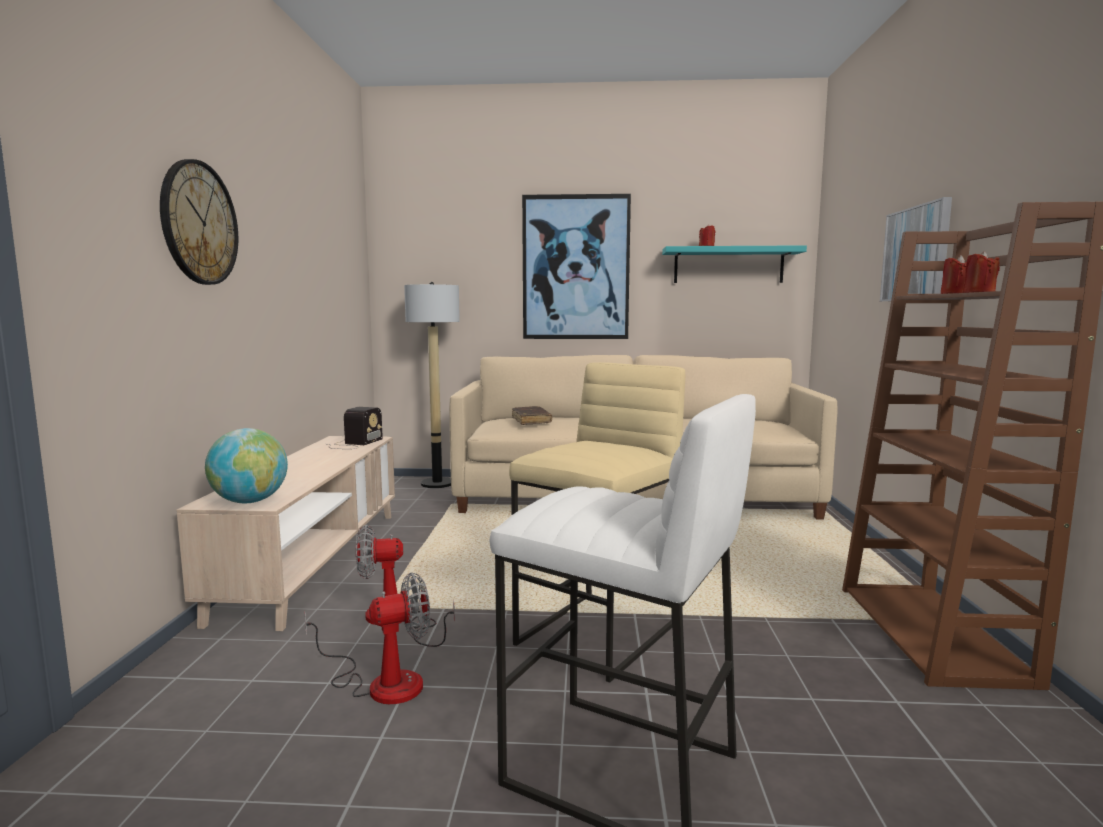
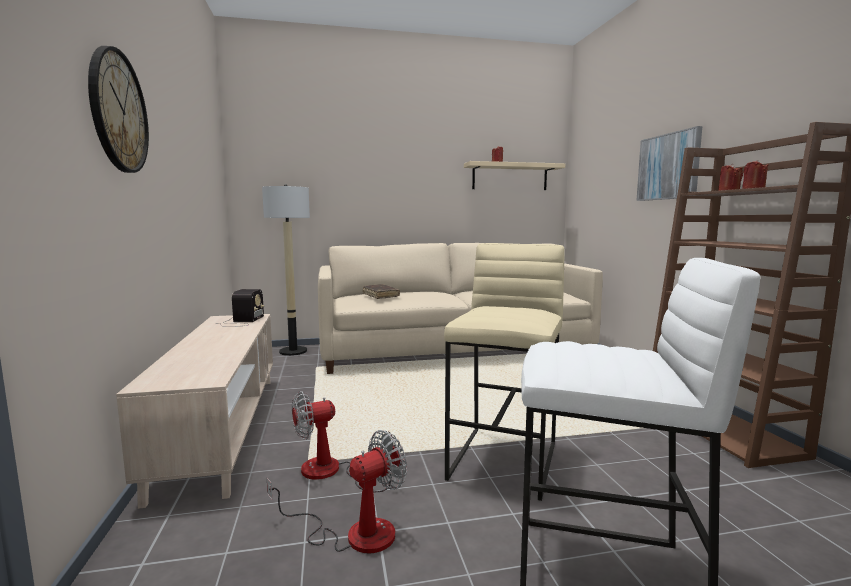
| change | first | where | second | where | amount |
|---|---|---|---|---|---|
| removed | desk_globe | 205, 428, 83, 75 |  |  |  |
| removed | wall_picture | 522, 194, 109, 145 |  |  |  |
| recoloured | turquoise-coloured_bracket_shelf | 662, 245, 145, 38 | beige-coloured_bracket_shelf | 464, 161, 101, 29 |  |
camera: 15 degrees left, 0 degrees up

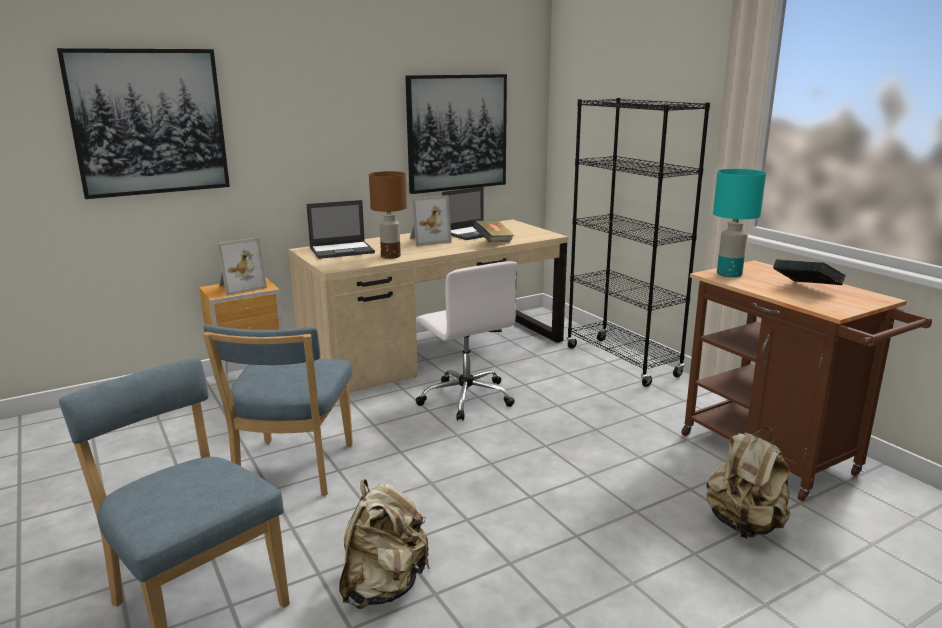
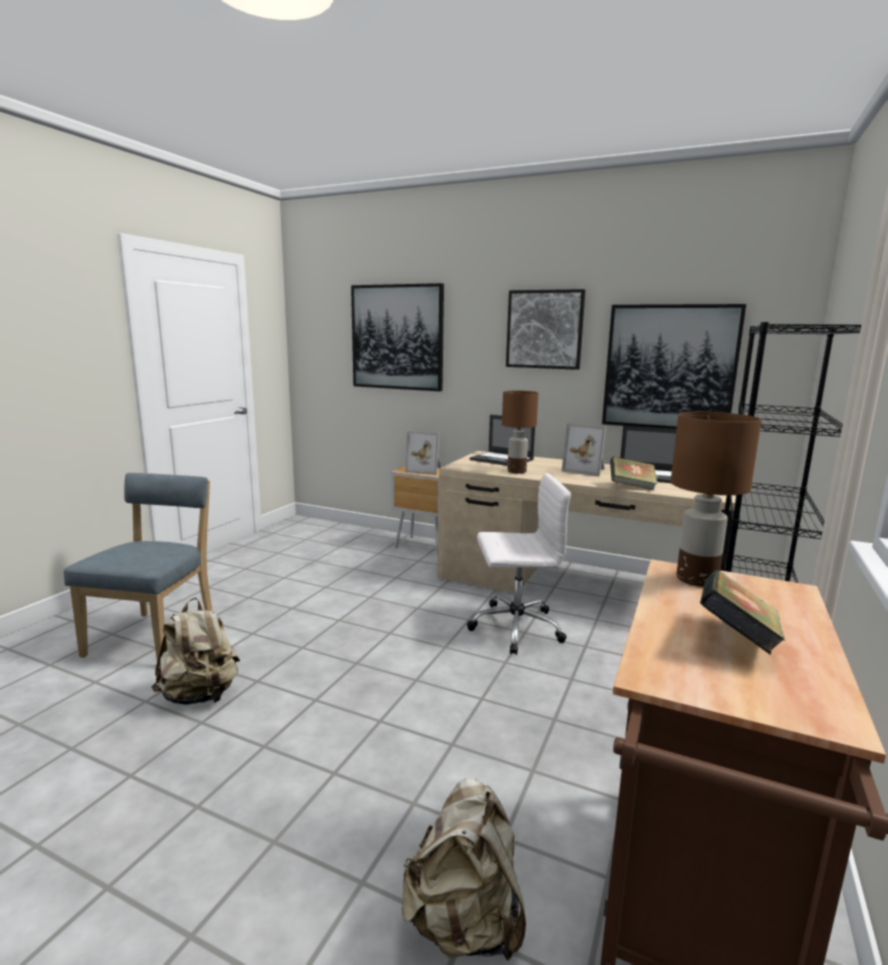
| change | first | where | second | where | amount |
|---|---|---|---|---|---|
| removed | bluish_plain_chair | 203, 325, 150, 171 |  |  |  |
| turned | white_computer_chair | 416, 261, 101, 159 |  | 467, 473, 104, 182 | 120 degrees counterclockwise |
| recoloured | turquoise-coloured_lamp_for_a_table | 713, 169, 53, 108 | brown_lamp_for_a_table | 671, 412, 90, 175 |  |
| added |  |  | wall_picture | 506, 289, 80, 81 |  |
camera: 55 degrees right, 5 degrees down

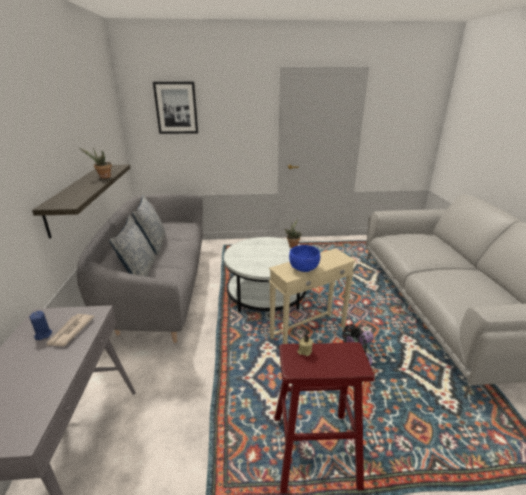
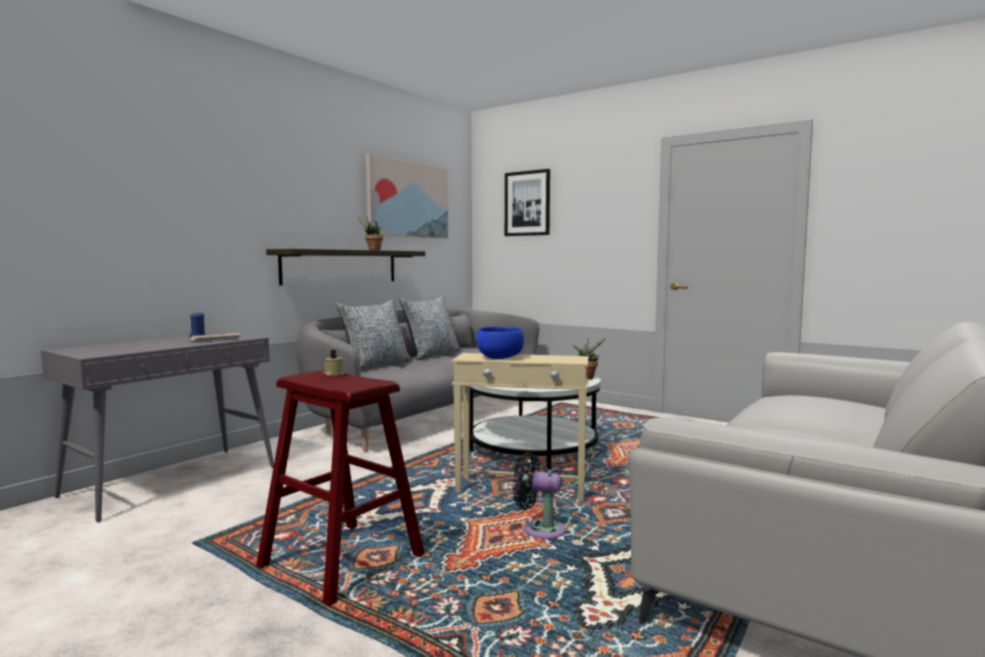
| change | first | where | second | where | amount |
|---|---|---|---|---|---|
| added |  |  | wall_picture | 366, 154, 82, 84 |  |
camera: 40 degrees right, 20 degrees down

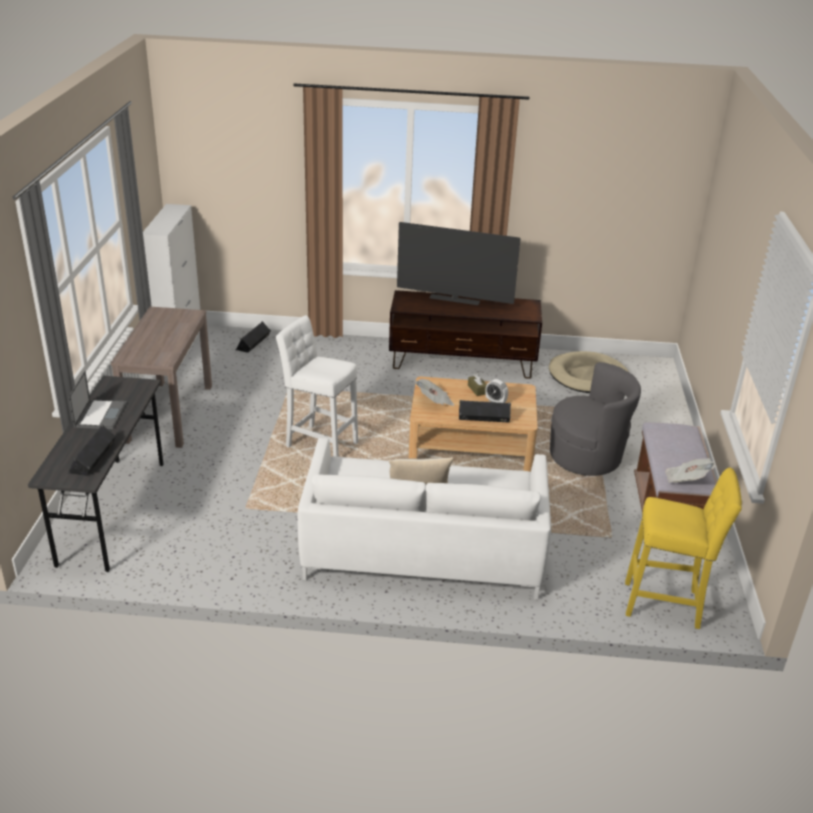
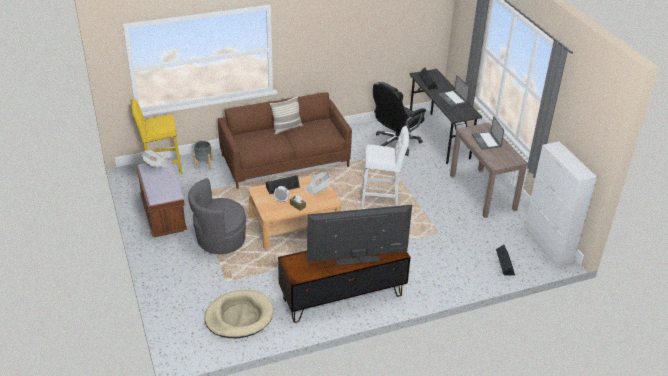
| change | first | where | second | where | amount |
|---|---|---|---|---|---|
| recoloured | white_couch | 297, 438, 254, 162 | brown_couch | 218, 92, 134, 97 |  |
| added |  |  | gray_plant_pot | 193, 141, 20, 28 |  |
| added |  |  | black-coloured_computer_chair | 373, 82, 53, 74 |  |
| added |  |  | notebook_computer | 472, 116, 32, 34 |  |
camera: 155 degrees right, 5 degrees up

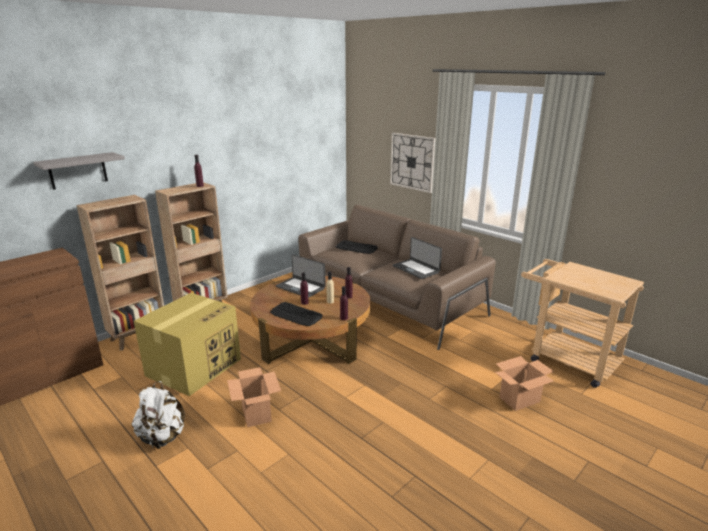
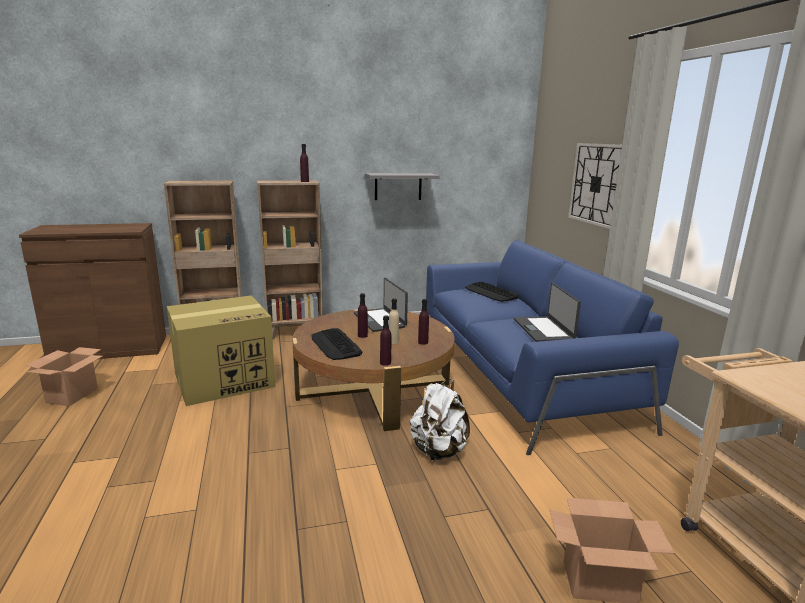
| change | first | where | second | where | amount |
|---|---|---|---|---|---|
| moved | gray_bracket_shelf | 33, 152, 92, 38 |  | 365, 173, 75, 27 |  |
| moved | white_backpack | 132, 381, 53, 68 |  | 410, 379, 60, 82 |  |
| moved | packing_box | 227, 367, 54, 60 |  | 26, 347, 77, 59 |  |
| recoloured | brown_couch | 298, 205, 198, 145 | bluish_couch | 426, 240, 253, 215 |  |
camera: 30 degrees right, 5 degrees down

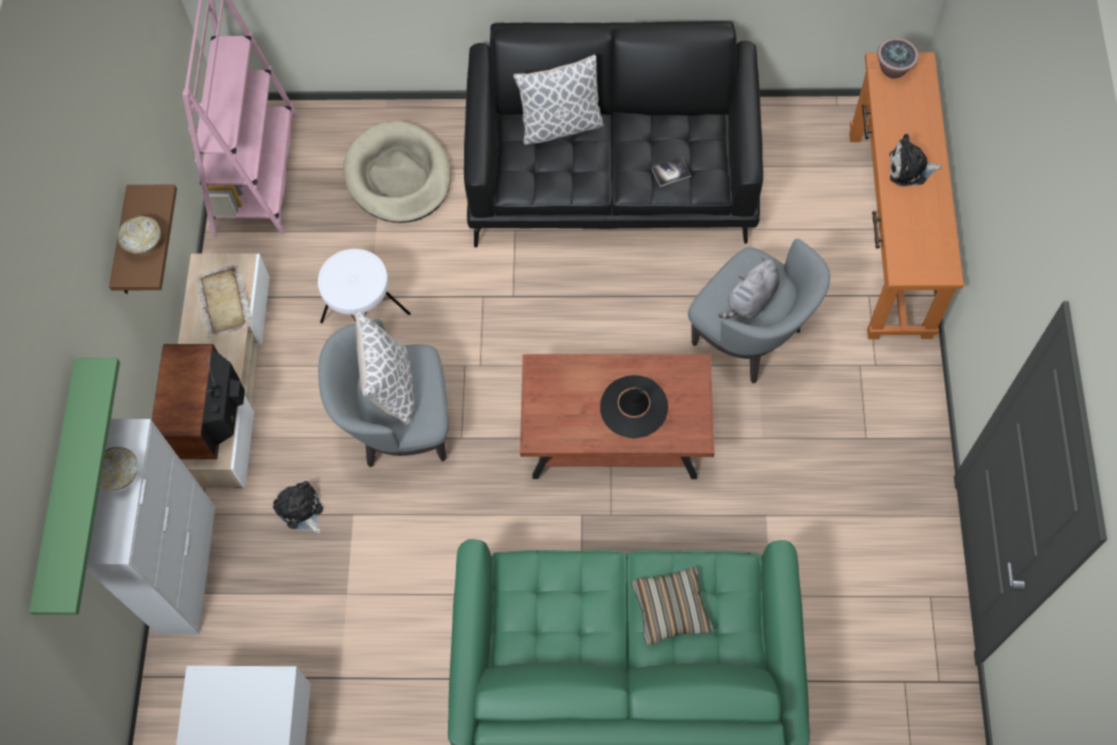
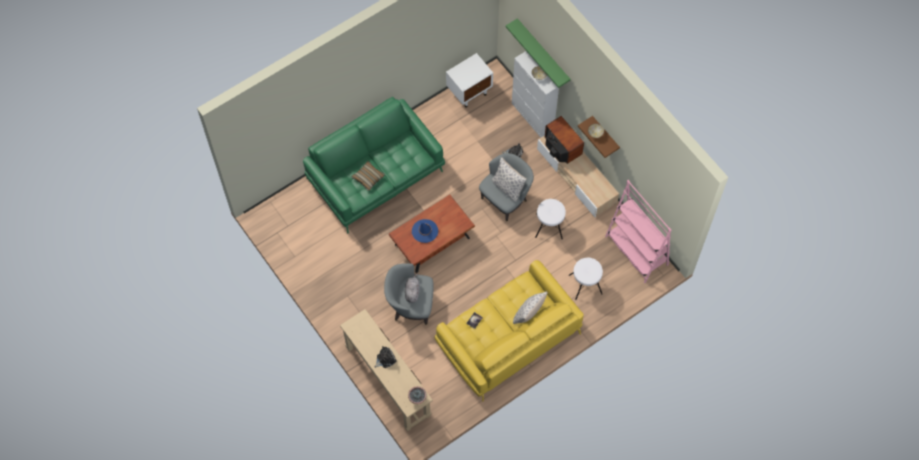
| change | first | where | second | where | amount |
|---|---|---|---|---|---|
| removed | beige-coloured_serving_tray | 194, 263, 59, 75 |  |  |  |
| replaced | beige-coloured_dog_bed | 343, 121, 108, 102 | white_sitting_stool | 569, 258, 34, 42 |  |
| recoloured | black-coloured_couch | 464, 21, 299, 227 | yellow-coloured_couch | 435, 260, 149, 142 |  |
| recoloured | black-coloured_hat | 600, 375, 68, 64 | bluish_hat | 412, 219, 26, 24 |  |
| recoloured | orangey_narrow_table | 849, 52, 115, 287 | beige-coloured_narrow_table | 340, 309, 93, 122 |  |
camera: 140 degrees right, 0 degrees up

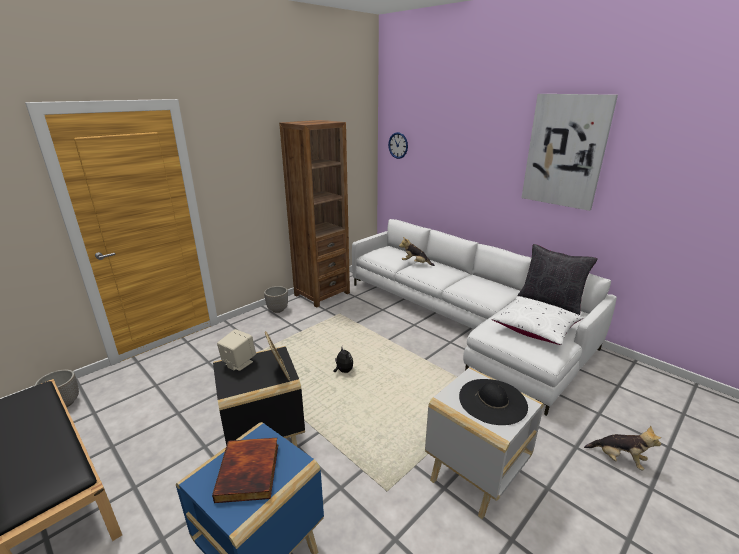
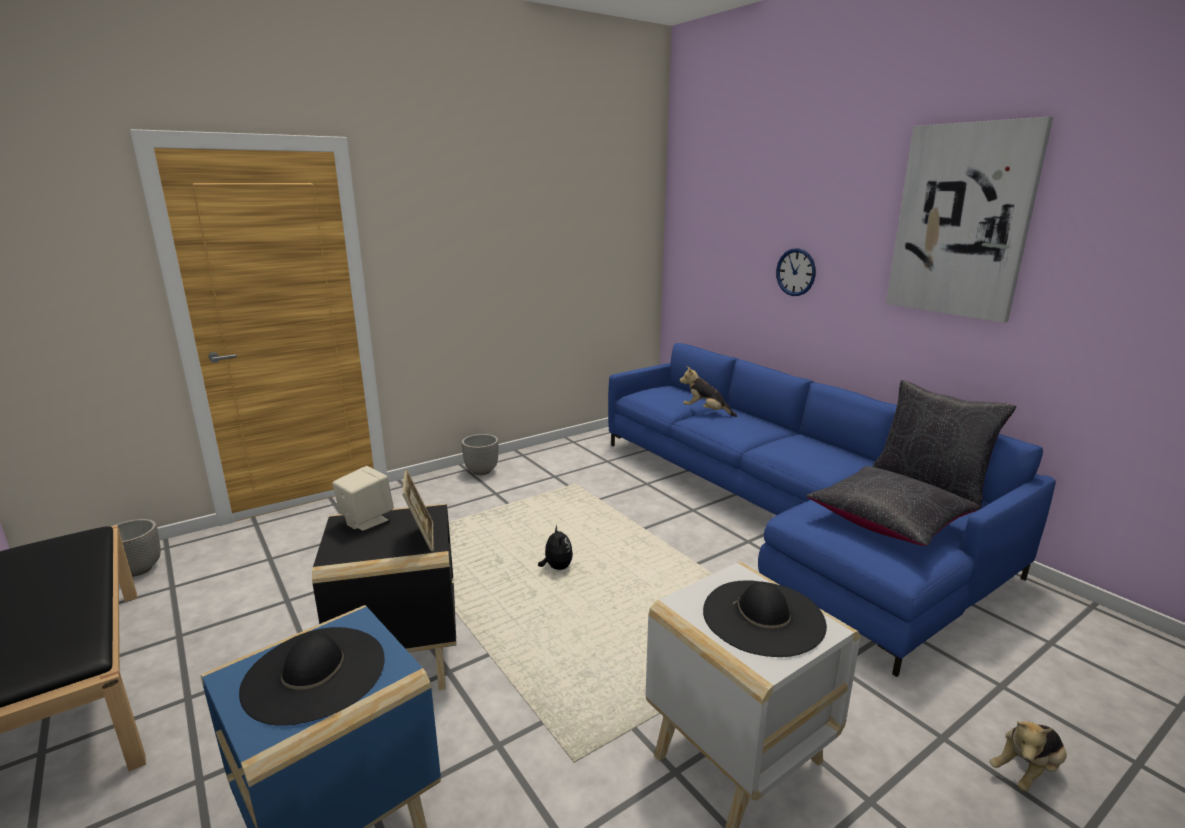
| change | first | where | second | where | amount |
|---|---|---|---|---|---|
| replaced | bound_book | 212, 438, 66, 65 | black-coloured_hat | 239, 627, 145, 99 |  |
| removed | brown_bookcase | 279, 120, 71, 188 |  |  |  |
| recoloured | white_couch | 352, 219, 265, 197 | bluish_couch | 608, 343, 448, 334 |  |
| moved | hanging_clock | 388, 132, 20, 27 |  | 776, 248, 40, 48 |  |
| recoloured | white_cushion | 491, 296, 93, 49 | black-coloured_cushion | 806, 466, 175, 80 |  |
| turned | plush_toy | 584, 426, 77, 44 |  | 990, 721, 77, 71 | 105 degrees clockwise |
camera: 10 degrees right, 5 degrees down

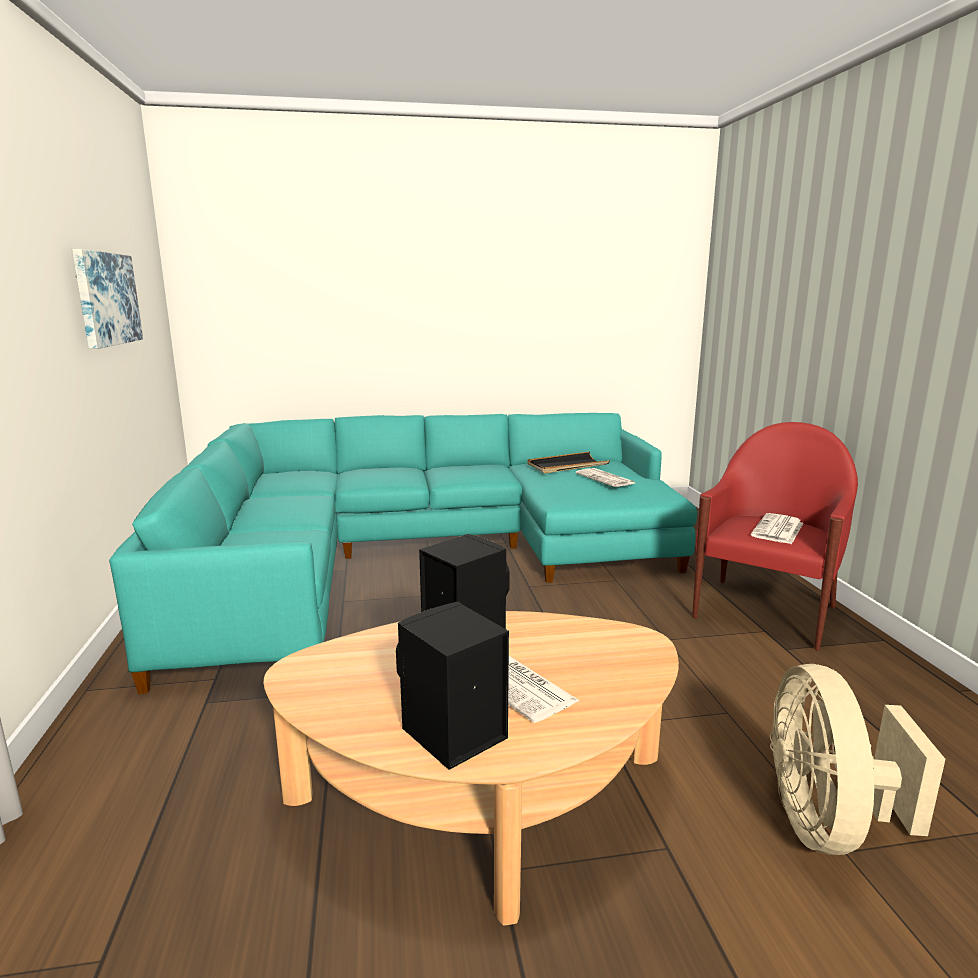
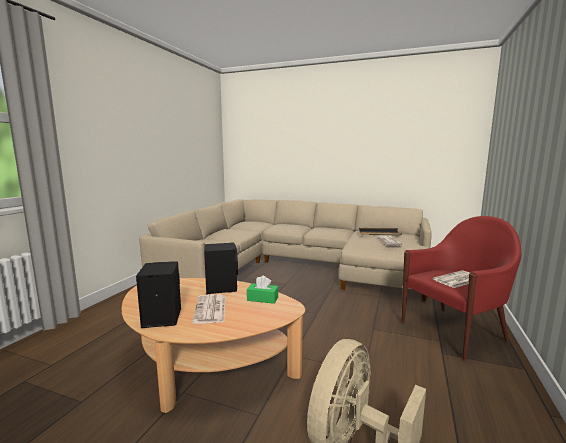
| change | first | where | second | where | amount |
|---|---|---|---|---|---|
| removed | wall_picture | 72, 249, 71, 100 |  |  |  |
| recoloured | turquoise-coloured_couch | 109, 413, 588, 281 | beige-coloured_couch | 139, 199, 293, 103 |  |
| added |  |  | green_box_of_tissues | 247, 276, 31, 28 |  |
camera: 30 degrees right, 5 degrees down

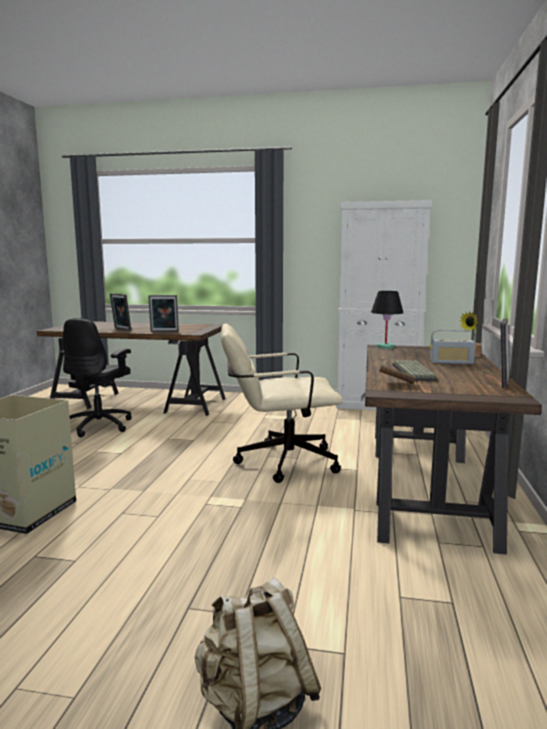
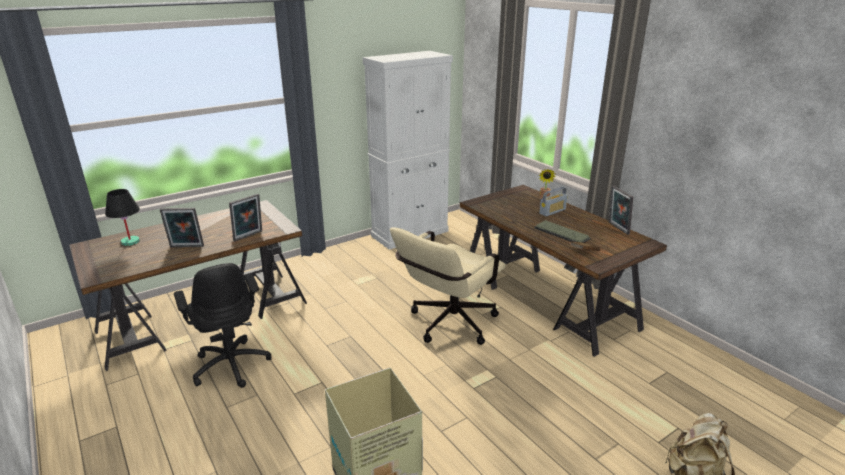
| change | first | where | second | where | amount |
|---|---|---|---|---|---|
| moved | black-coloured_lamp_for_a_table | 371, 291, 32, 58 |  | 105, 189, 35, 57 |  |
camera: 45 degrees left, 15 degrees up

